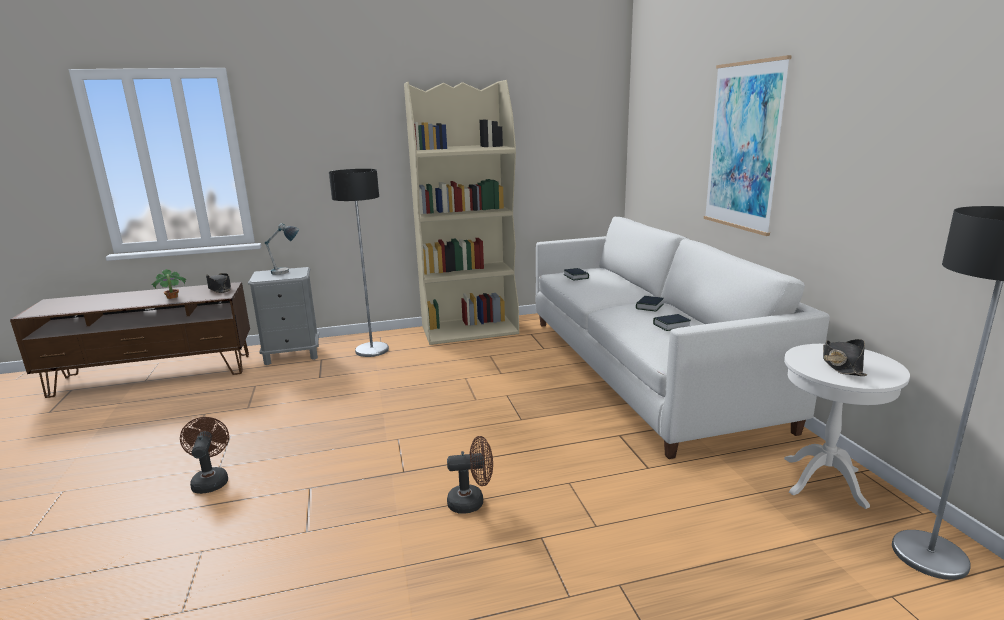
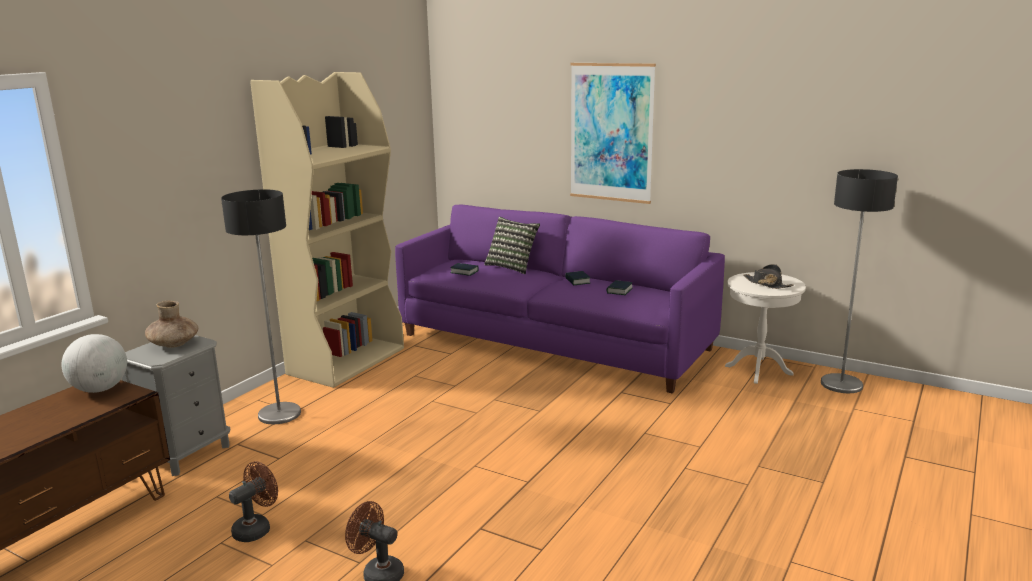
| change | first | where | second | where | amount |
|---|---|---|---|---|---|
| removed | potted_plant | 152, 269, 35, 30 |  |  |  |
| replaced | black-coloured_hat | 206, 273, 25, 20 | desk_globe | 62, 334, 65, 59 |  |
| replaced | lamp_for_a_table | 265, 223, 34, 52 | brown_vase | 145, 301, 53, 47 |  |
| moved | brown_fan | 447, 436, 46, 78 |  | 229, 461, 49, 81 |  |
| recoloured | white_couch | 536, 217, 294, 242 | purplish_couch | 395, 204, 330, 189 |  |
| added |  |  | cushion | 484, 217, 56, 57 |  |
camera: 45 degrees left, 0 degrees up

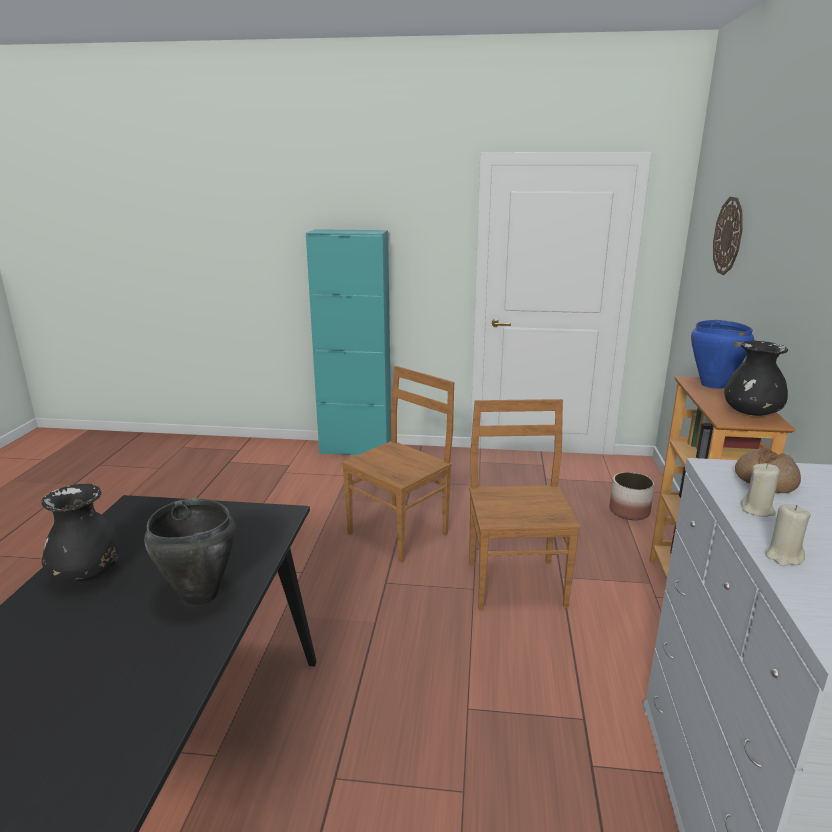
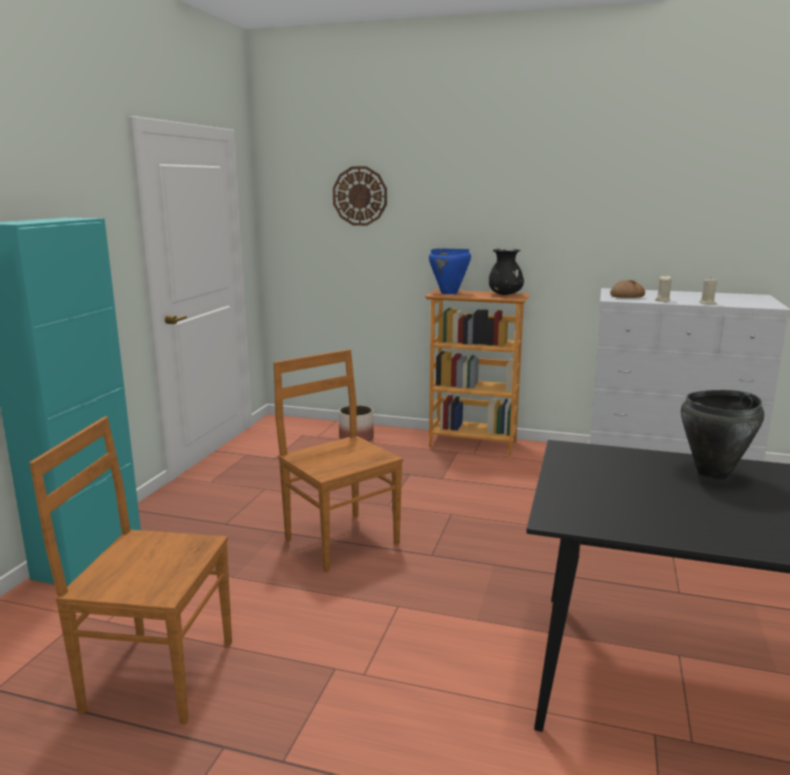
| change | first | where | second | where | amount |
|---|---|---|---|---|---|
| removed | black-coloured_vase | 41, 484, 78, 97 |  |  |  |
| moved | brown_plain_chair | 469, 399, 112, 211 |  | 29, 416, 203, 309 |  |
camera: 80 degrees left, 5 degrees down

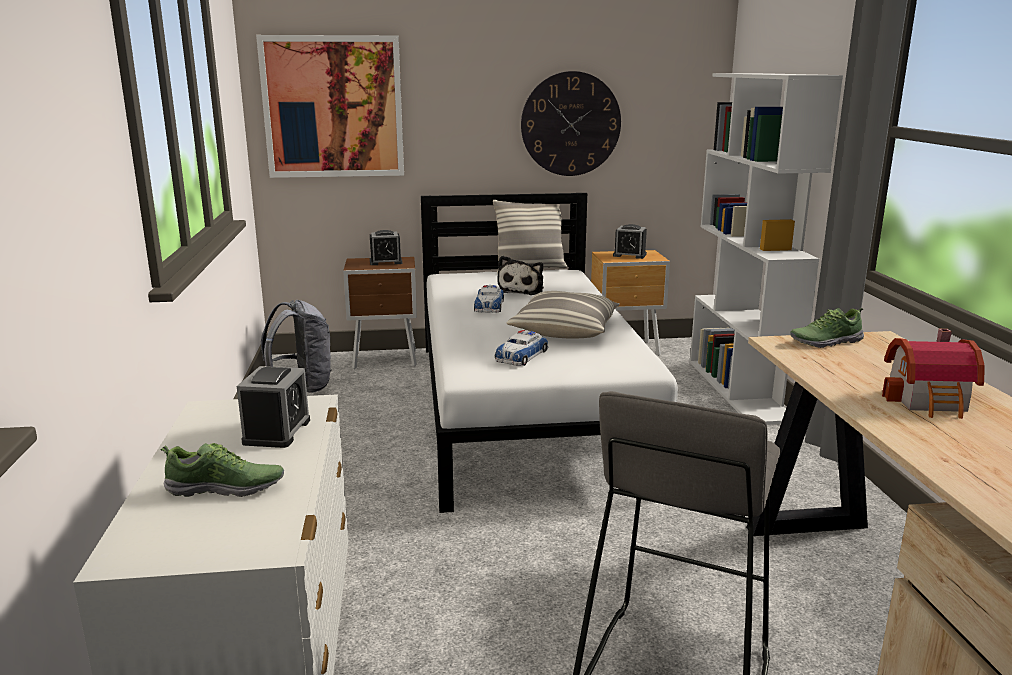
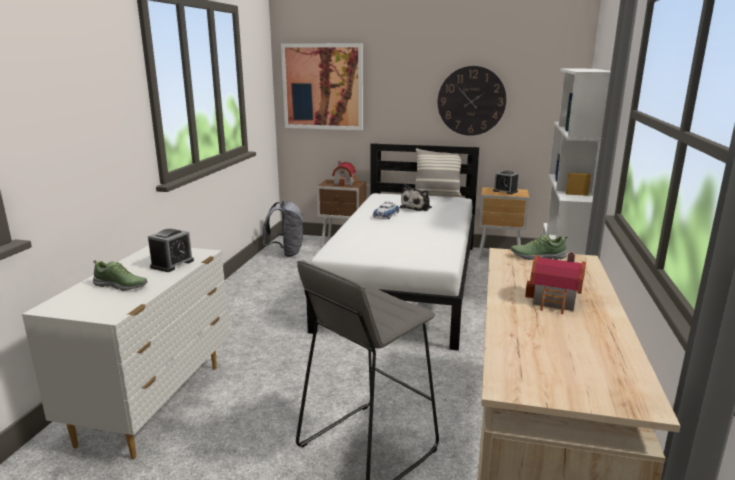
| change | first | where | second | where | amount |
|---|---|---|---|---|---|
| replaced | bedside_clock | 370, 230, 32, 35 | model_house | 332, 161, 27, 25 |  |
| removed | toy_car | 495, 330, 53, 36 |  |  |  |
| removed | cushion | 507, 291, 113, 47 |  |  |  |
camera: 20 degrees right, 0 degrees up

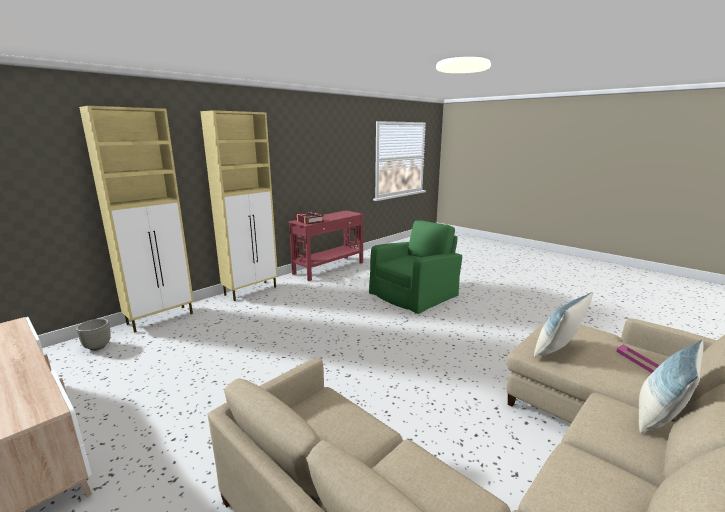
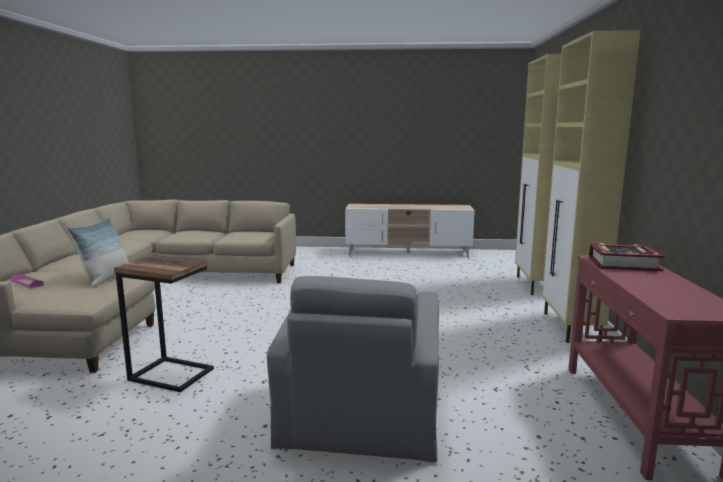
| change | first | where | second | where | amount |
|---|---|---|---|---|---|
| removed | gray_plant_pot | 76, 319, 35, 32 |  |  |  |
| recoloured | green_lounge_chair | 369, 220, 93, 94 | gray_lounge_chair | 267, 276, 172, 186 |  |
| removed | cushion | 639, 340, 65, 94 |  |  |  |
| added |  |  | accent_table | 114, 255, 100, 137 |  |
camera: 140 degrees right, 5 degrees down

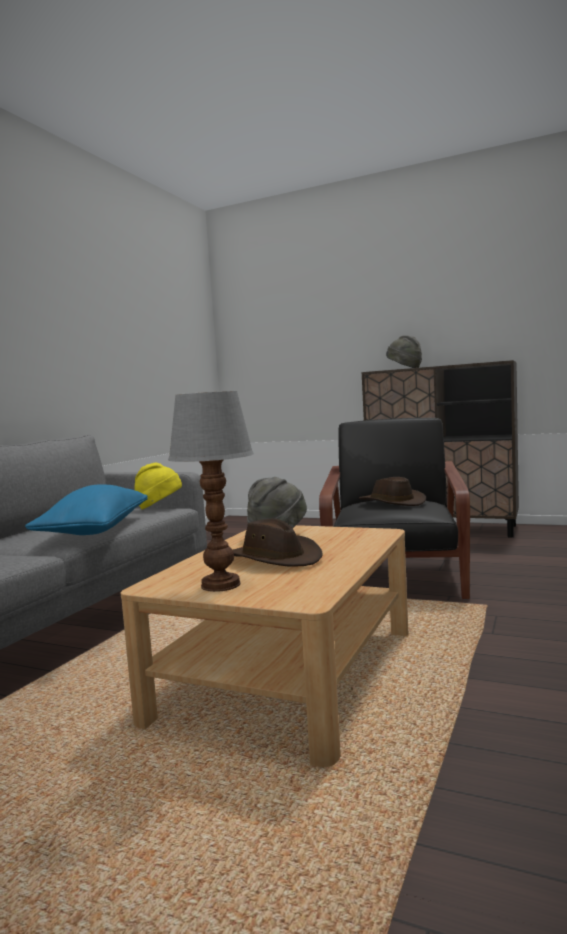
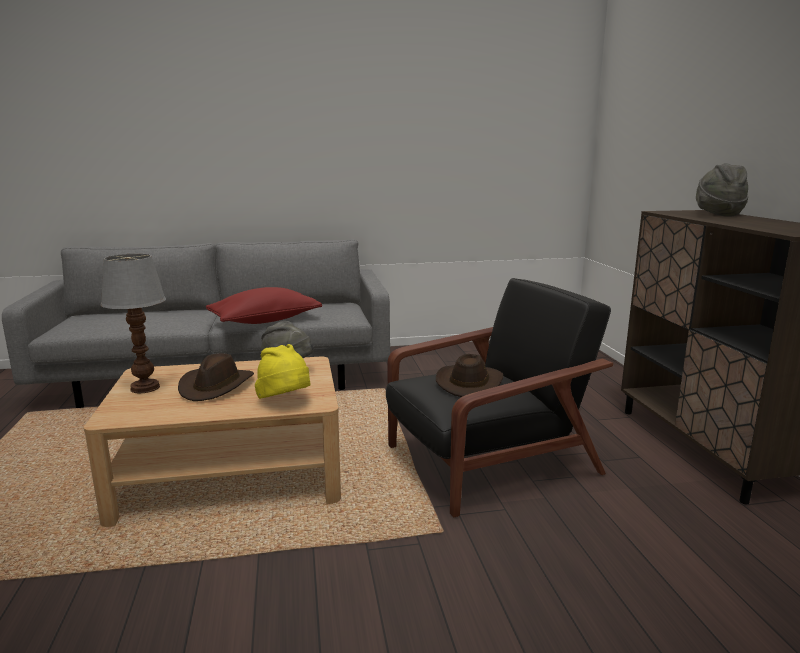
| change | first | where | second | where | amount |
|---|---|---|---|---|---|
| recoloured | bluish_cushion | 25, 484, 123, 51 | red-coloured_cushion | 206, 287, 116, 37 |  |
| moved | yellow-coloured_hat | 134, 463, 48, 46 |  | 255, 344, 56, 55 |  |
camera: 55 degrees right, 10 degrees up

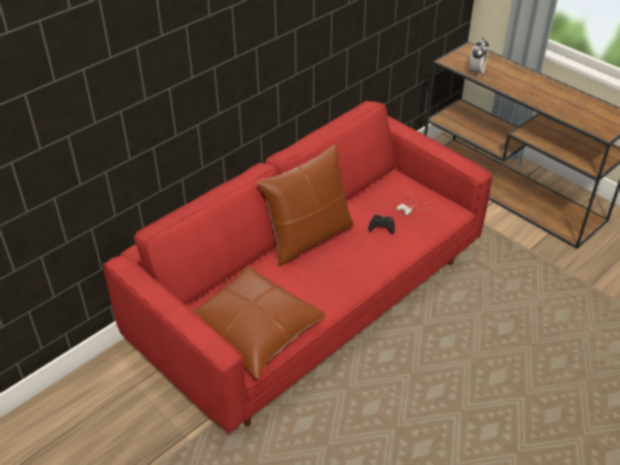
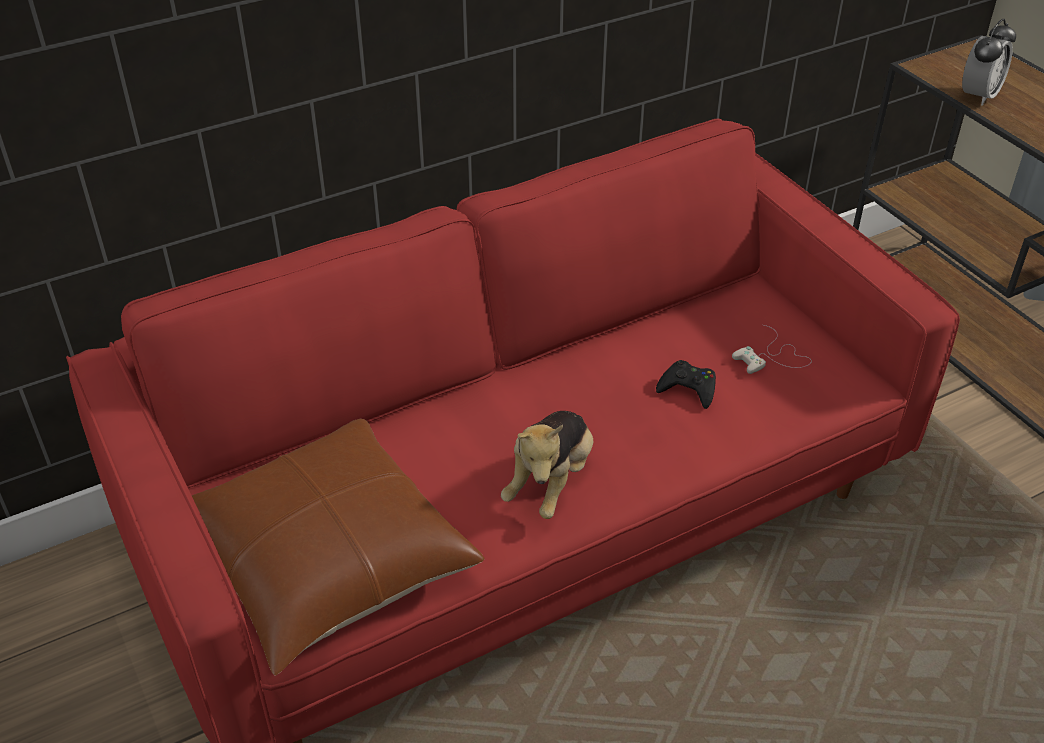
| change | first | where | second | where | amount |
|---|---|---|---|---|---|
| removed | brown_cushion | 256, 144, 97, 122 |  |  |  |
| added |  |  | plush_toy | 501, 411, 92, 108 |  |
camera: 15 degrees right, 0 degrees up

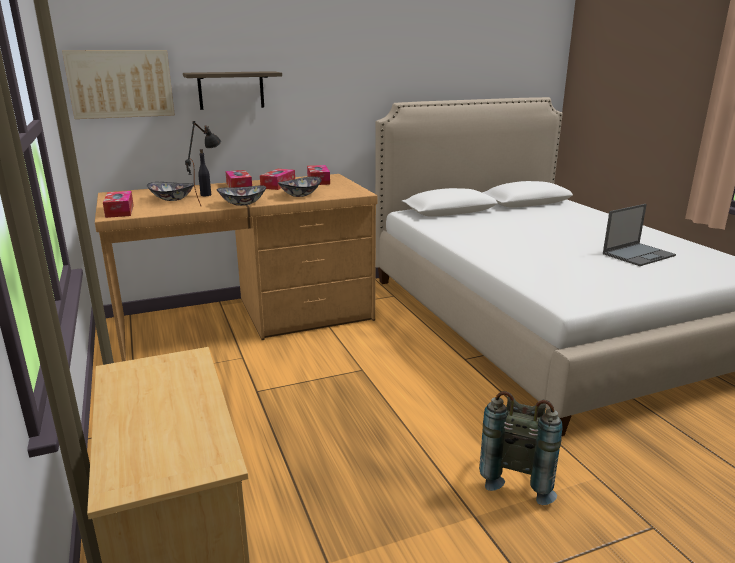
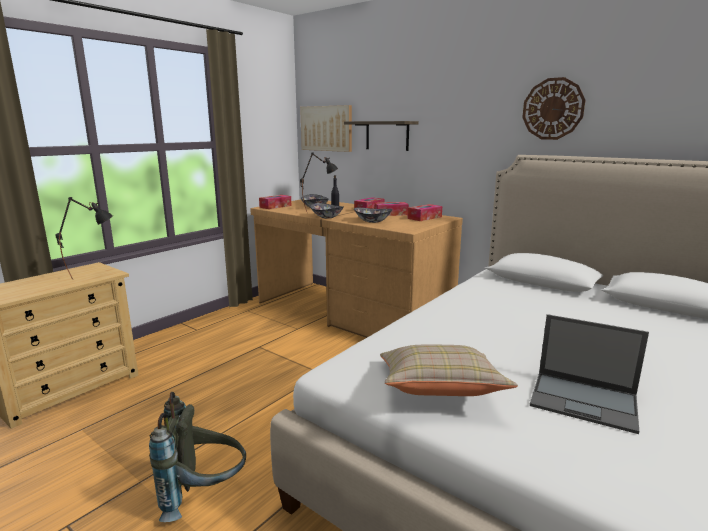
| change | first | where | second | where | amount |
|---|---|---|---|---|---|
| added |  |  | black-coloured_lamp_for_a_table | 55, 197, 58, 83 |  |
| added |  |  | beige-coloured_cushion | 380, 345, 138, 51 |  |
| added |  |  | hanging_clock | 522, 77, 63, 63 |  |
camera: 60 degrees right, 5 degrees down

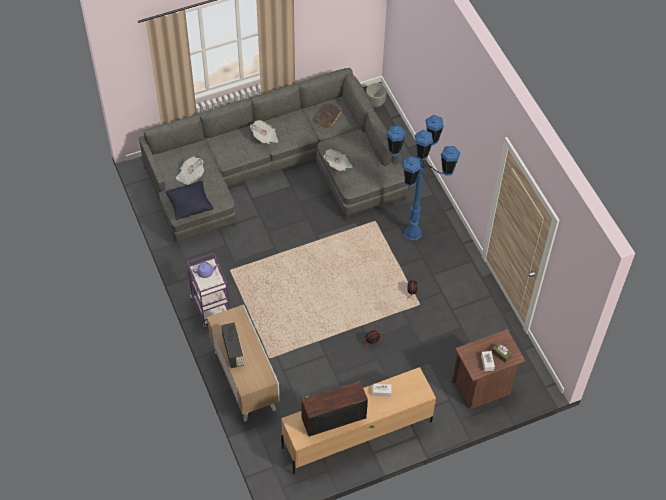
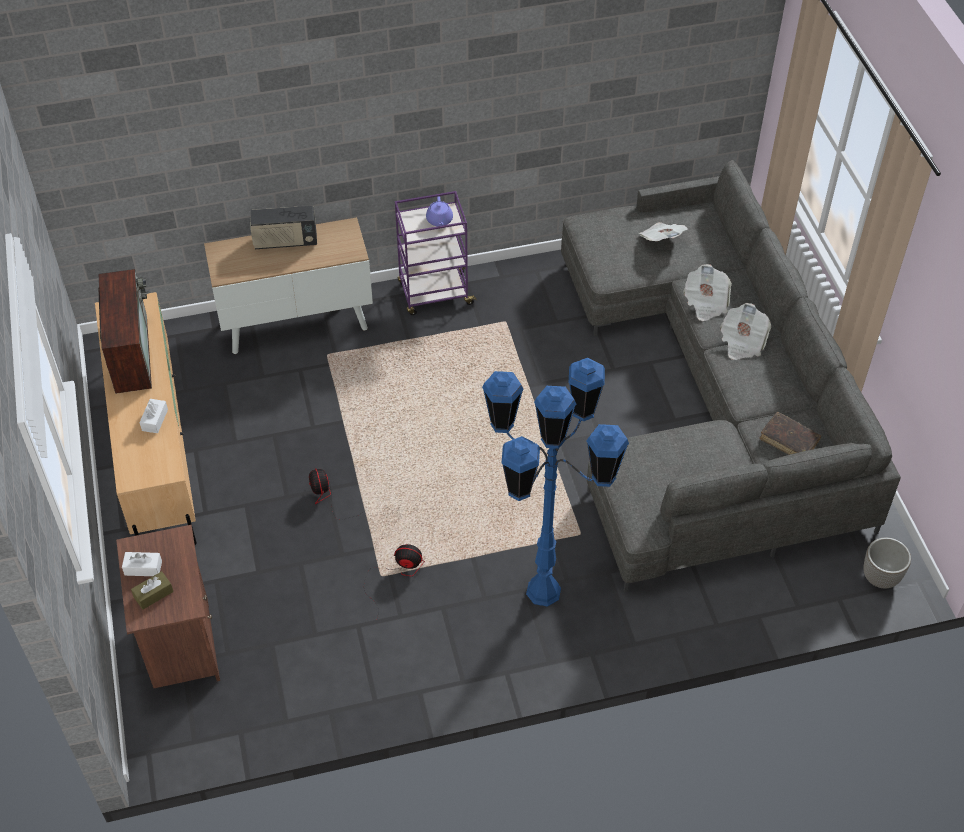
| change | first | where | second | where | amount |
|---|---|---|---|---|---|
| removed | black-coloured_cushion | 165, 180, 49, 40 |  |  |  |
| moved | printed_paper | 324, 149, 29, 22 |  | 683, 264, 49, 57 |  |
camera: 100 degrees right, 5 degrees down

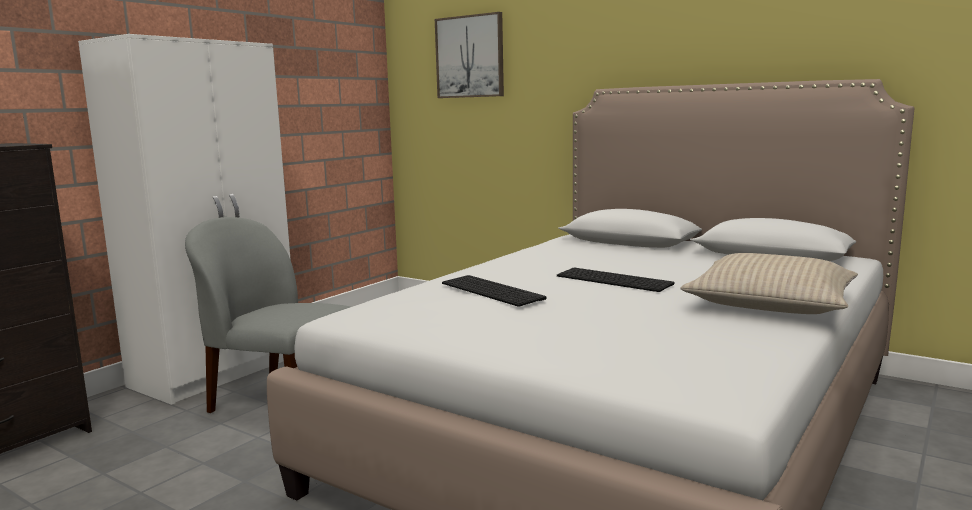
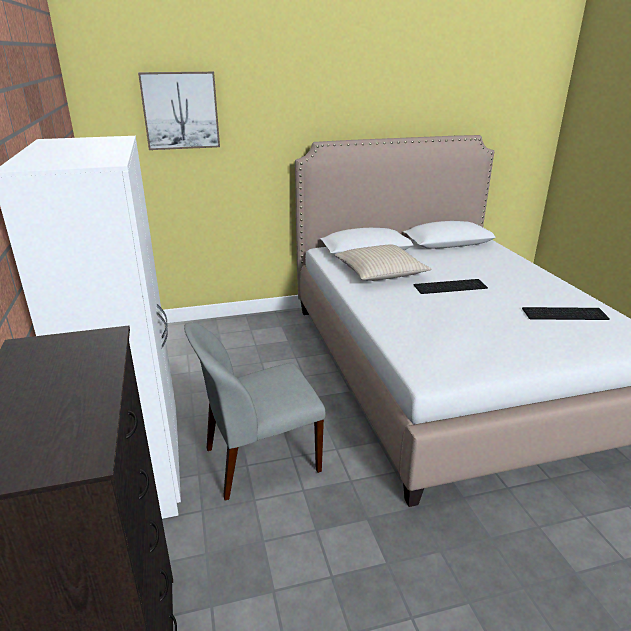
| change | first | where | second | where | amount |
|---|---|---|---|---|---|
| moved | keyboard | 442, 275, 105, 32 |  | 522, 307, 88, 13 |  |
| moved | beige-coloured_cushion | 680, 253, 178, 61 |  | 334, 245, 97, 36 |  |
camera: 50 degrees left, 15 degrees up

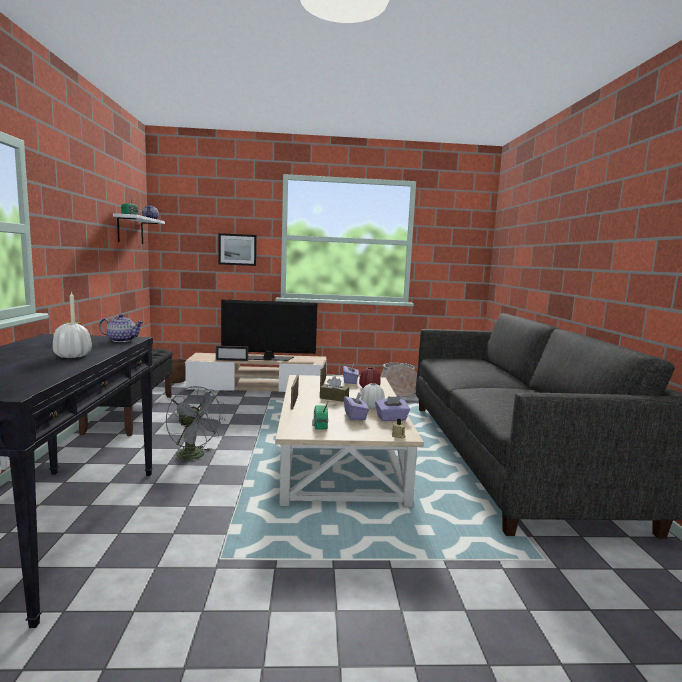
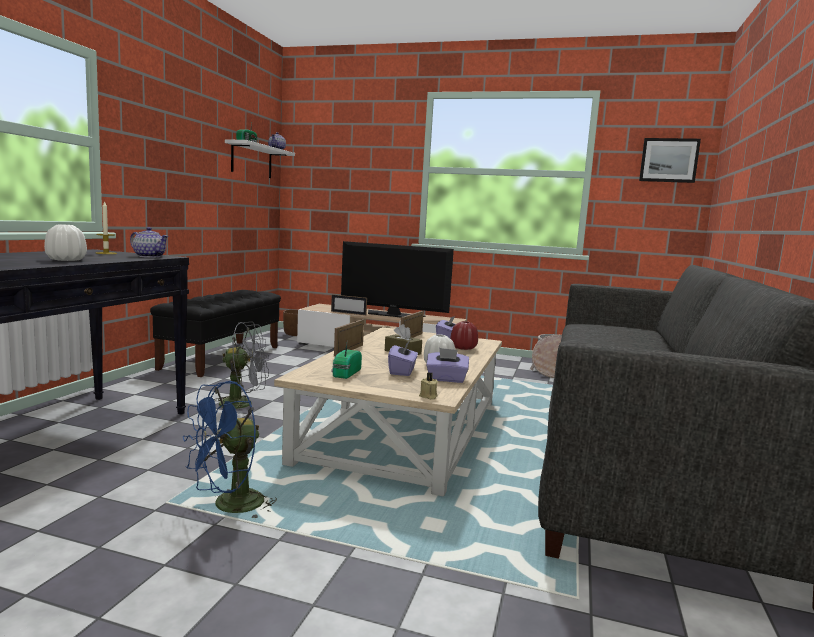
| change | first | where | second | where | amount |
|---|---|---|---|---|---|
| turned | gray_fan | 166, 386, 60, 79 |  | 214, 322, 55, 92 | 60 degrees counterclockwise |
| moved | wall_picture | 219, 233, 38, 33 |  | 639, 138, 62, 45 |  |
| added |  |  | bluish_fan | 183, 381, 94, 139 |  |
camera: 20 degrees right, 0 degrees up

